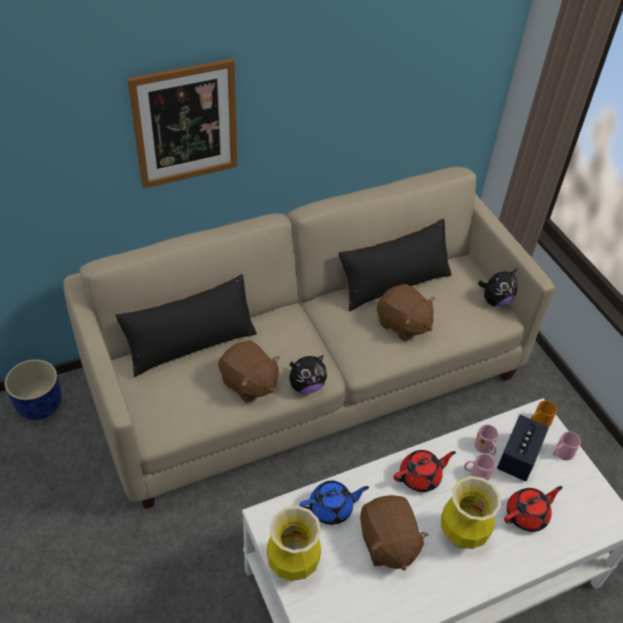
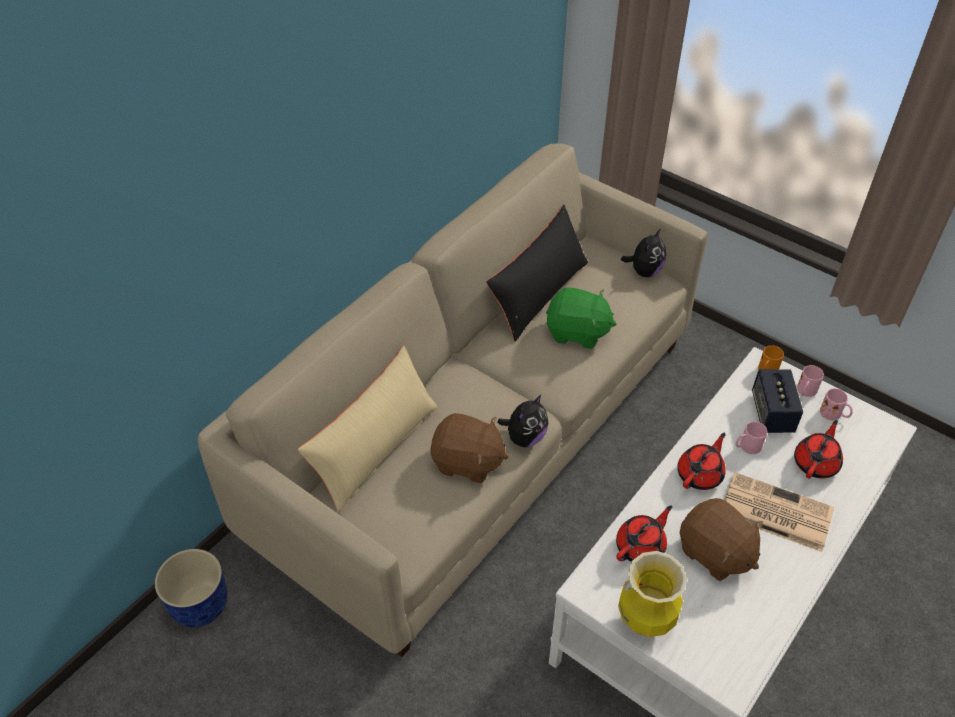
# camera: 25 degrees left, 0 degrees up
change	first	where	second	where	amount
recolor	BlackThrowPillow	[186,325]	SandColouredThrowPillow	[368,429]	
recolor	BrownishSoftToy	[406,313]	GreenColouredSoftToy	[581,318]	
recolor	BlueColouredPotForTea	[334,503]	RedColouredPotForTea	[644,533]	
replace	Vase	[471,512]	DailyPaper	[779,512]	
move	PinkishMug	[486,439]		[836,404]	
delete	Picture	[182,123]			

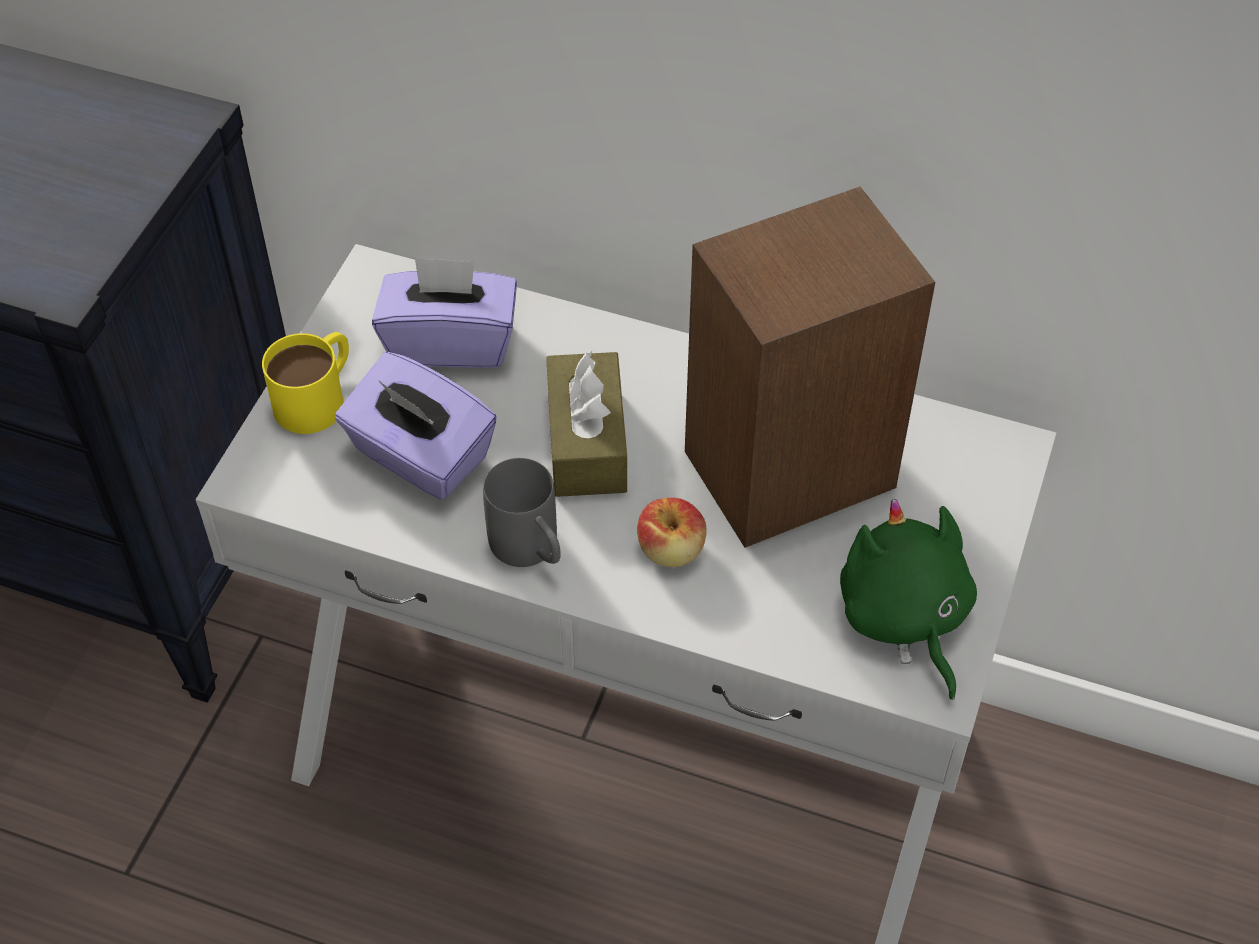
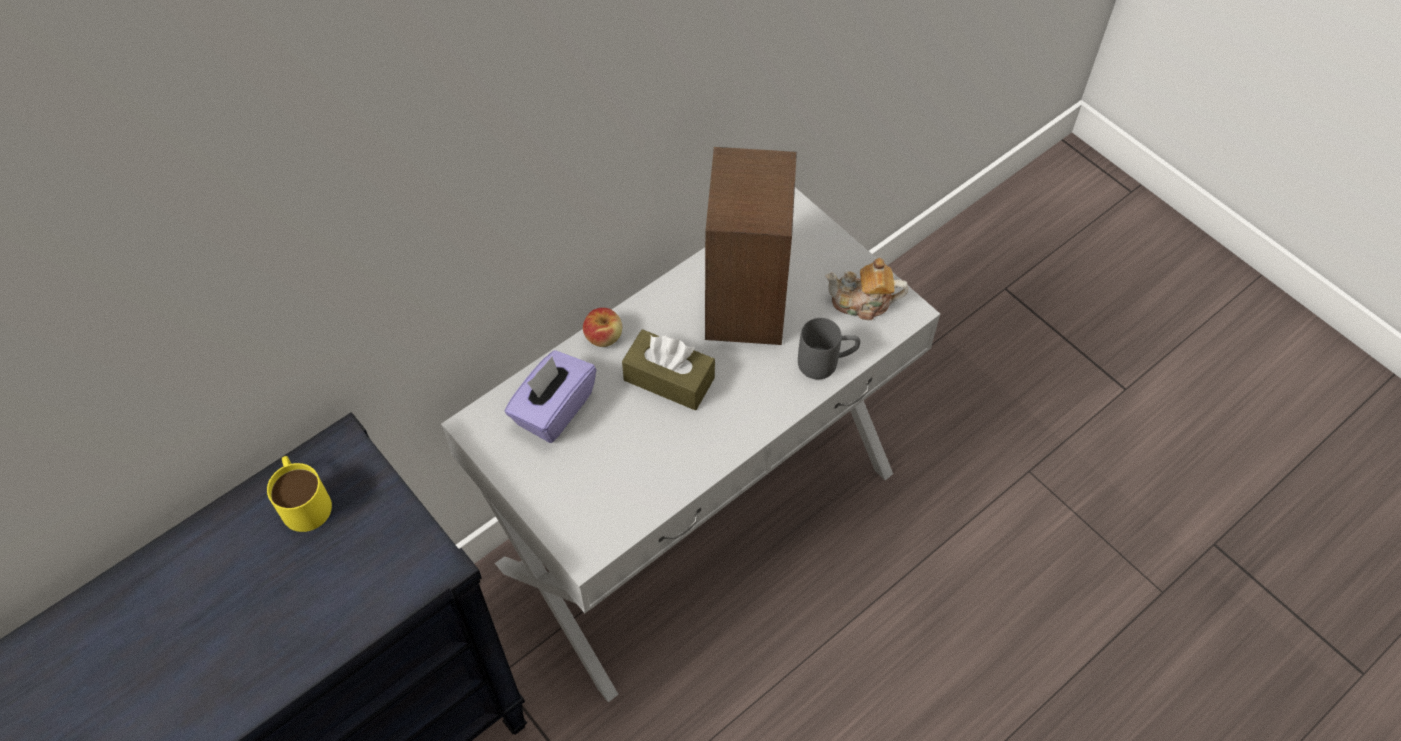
# camera: 60 degrees left, 5 degrees up
change	first	where	second	where	amount
move	YellowMug	[305,383]		[299,494]	
move	WholeApple	[671,532]		[602,327]	
move	GrayMug	[522,512]		[829,348]	
replace	GreenColouredSoftToy	[908,599]	PotForTea	[866,289]	
delete	PurplishTissueHolder	[416,426]			

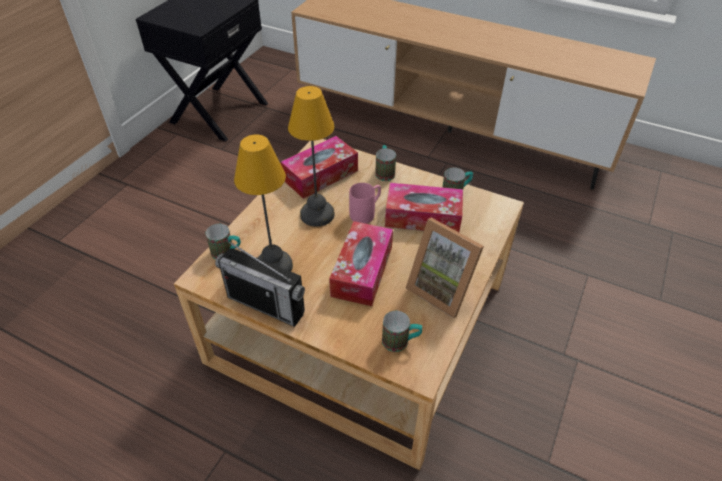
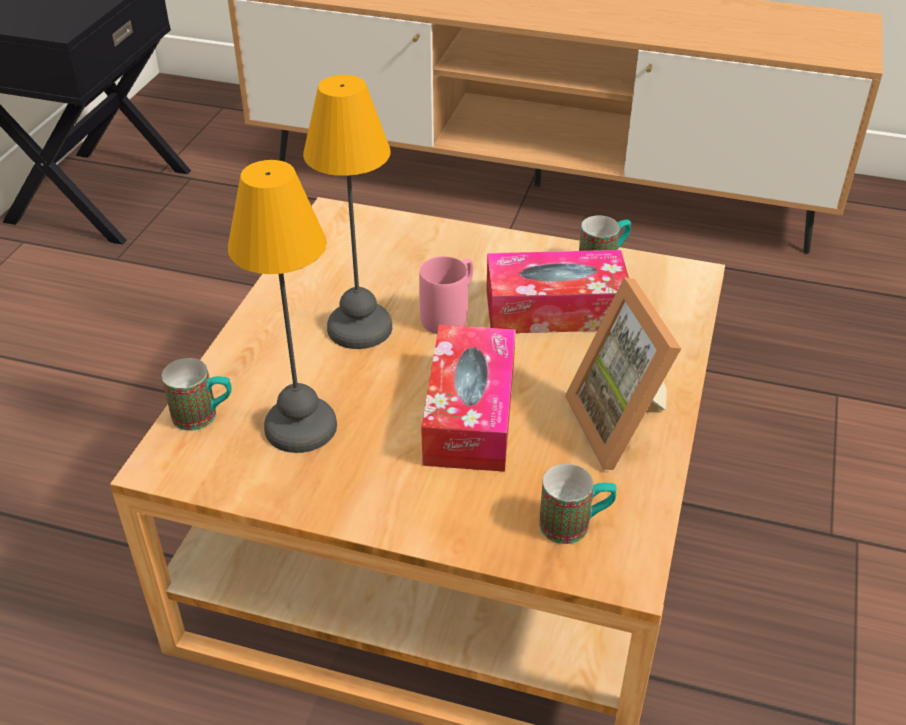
# camera: 10 degrees left, 5 degrees down
change	first	where	second	where	amount
rotate	PictureFrame	[445,268]		[623,373]	45 degrees clockwise
delete	RadioSet	[260,283]			
delete	TissueHolder	[319,167]			
delete	Mug	[385,163]			

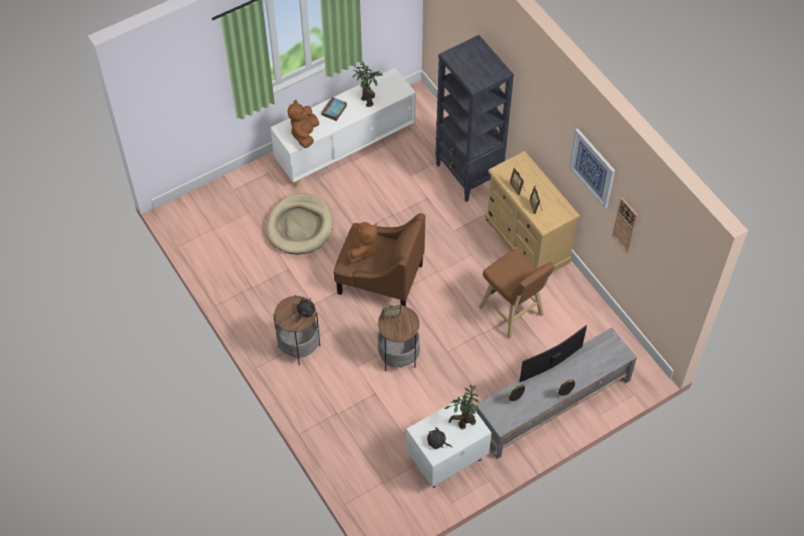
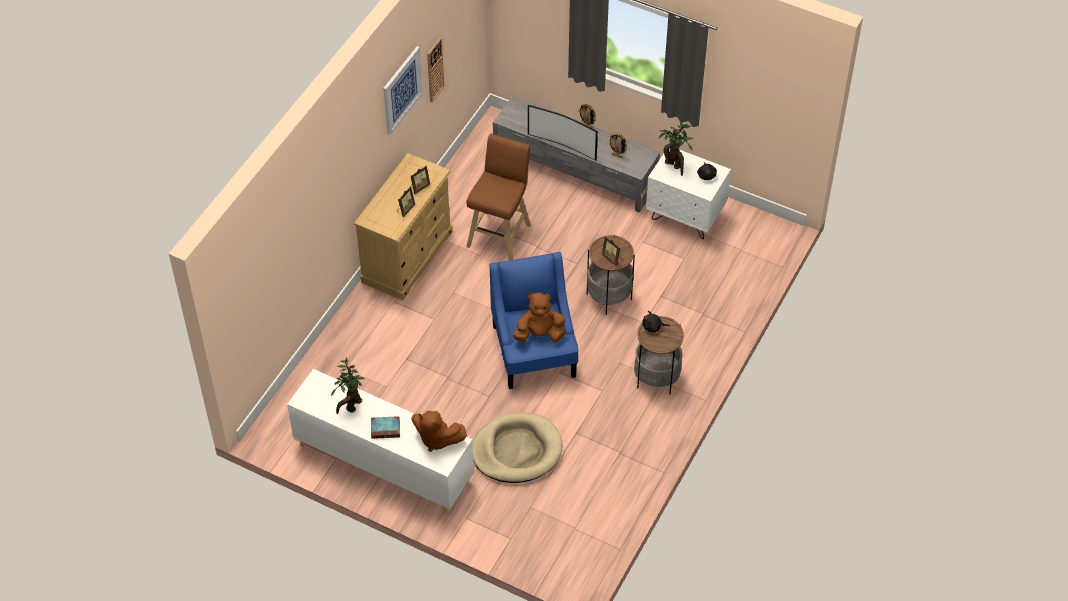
# camera: 120 degrees left, 5 degrees down
change	first	where	second	where	amount
rotate	BrownishSoftToy	[303,124]		[439,431]	45 degrees clockwise
recolor	BrownishLoungeChair	[379,259]	BlueColouredLoungeChair	[533,320]	
delete	BlackBookshelf	[474,118]			

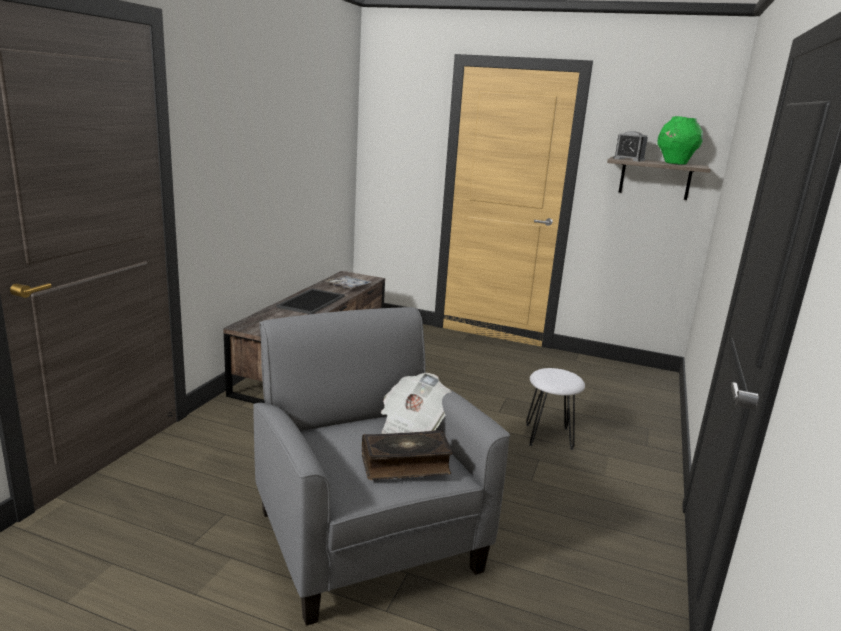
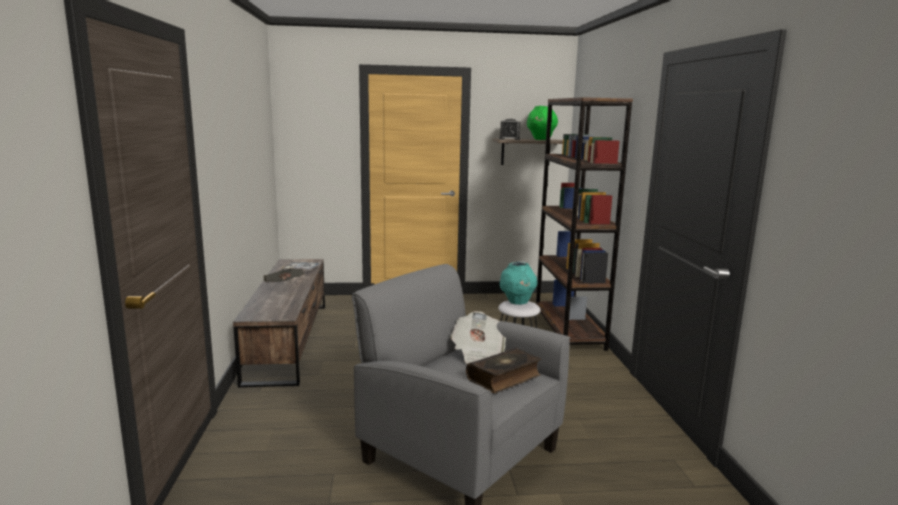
# camera: 25 degrees left, 5 degrees down
change	first	where	second	where	amount
replace	Tray	[310,301]	DailyPaper	[284,275]	
insert			TurquoiseColouredVase	[519,283]	
insert			BrownishBookshelf	[584,224]	

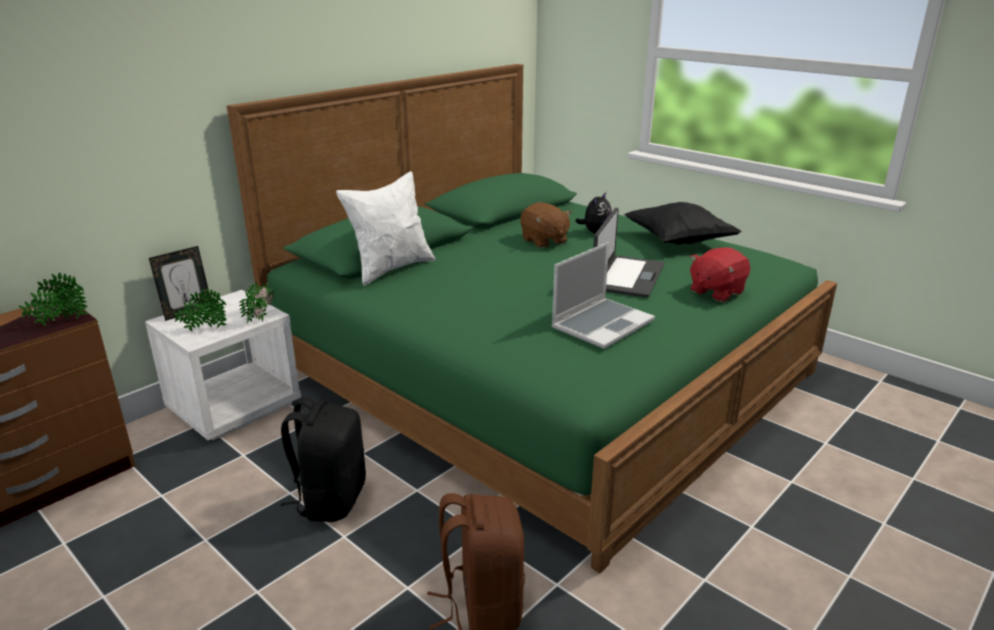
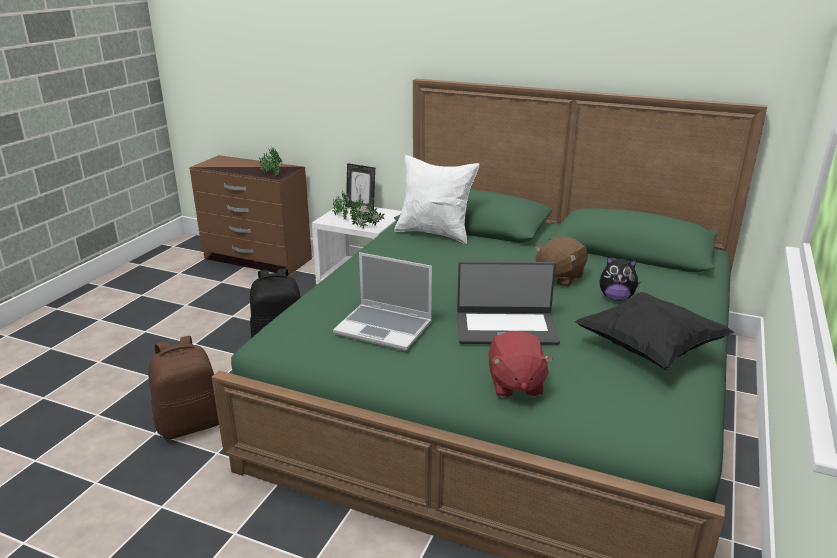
# camera: 70 degrees right, 0 degrees up
change	first	where	second	where	amount
rotate	RedColouredSoftToy	[720,274]		[521,364]	120 degrees counterclockwise

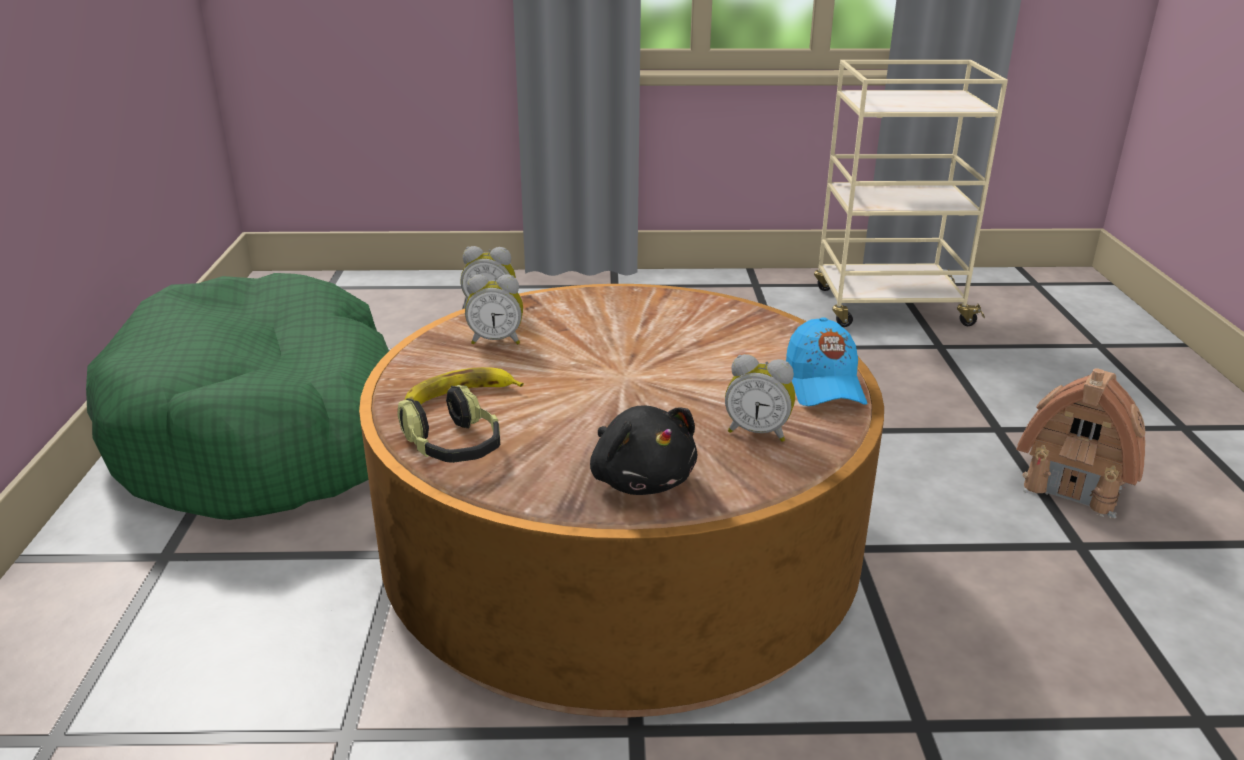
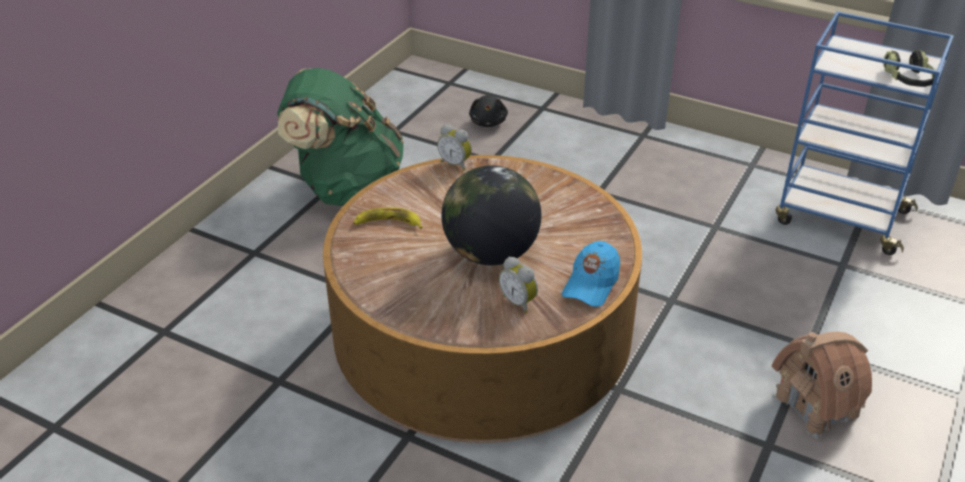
# camera: 30 degrees right, 10 degrees up
change	first	where	second	where	amount
replace	GreenColouredPetBed	[237,396]	GreenColouredKnapsack	[340,137]	
insert			DeskGlobe	[491,215]	
move	BlackSoftToy	[643,450]		[488,111]	
recolor	SandColouredWheeledCart	[911,193]	BlueColouredWheeledCart	[865,133]	
move	PairOfHeadphones	[448,424]		[909,68]	
delete	BedsideClock	[494,309]			

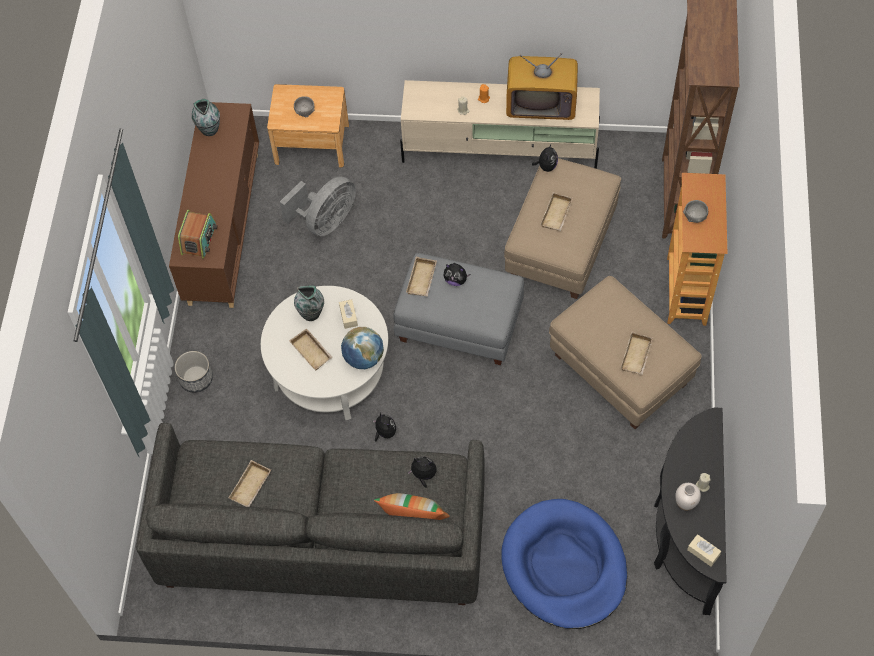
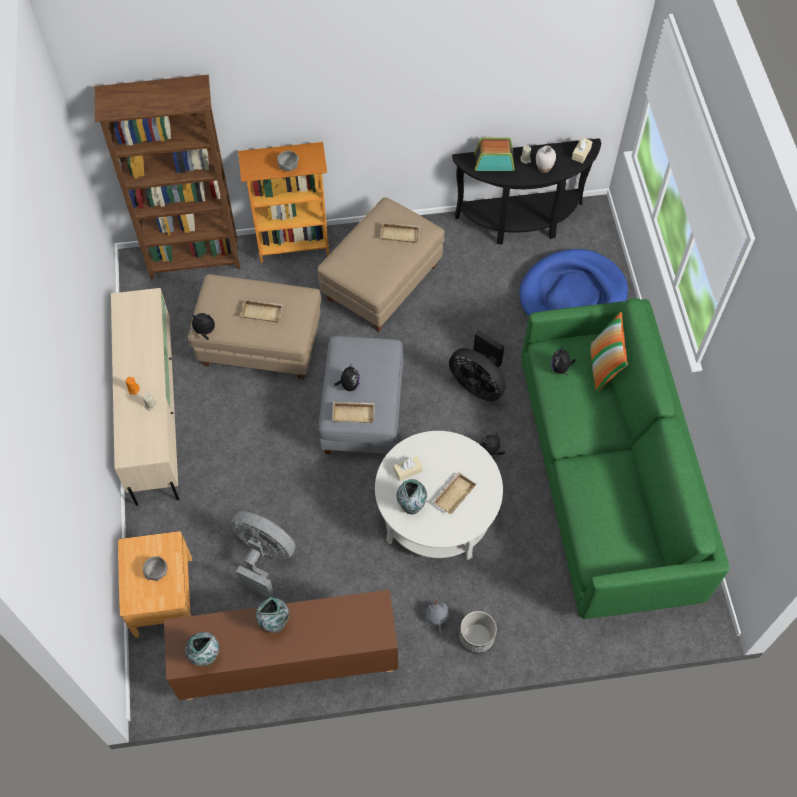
# camera: 105 degrees left, 0 degrees up
change	first	where	second	where	amount
insert			Vase	[272,615]	
insert			GraySoftToy	[437,618]	
insert			BlackCoolingFan	[477,365]	
move	RadioSet	[198,234]		[494,154]	
recolor	GraySofa	[310,514]	GreenColouredSofa	[625,458]	
delete	SandColouredTray	[249,483]			
delete	DeskGlobe	[362,348]			
delete	Tv	[542,86]			

